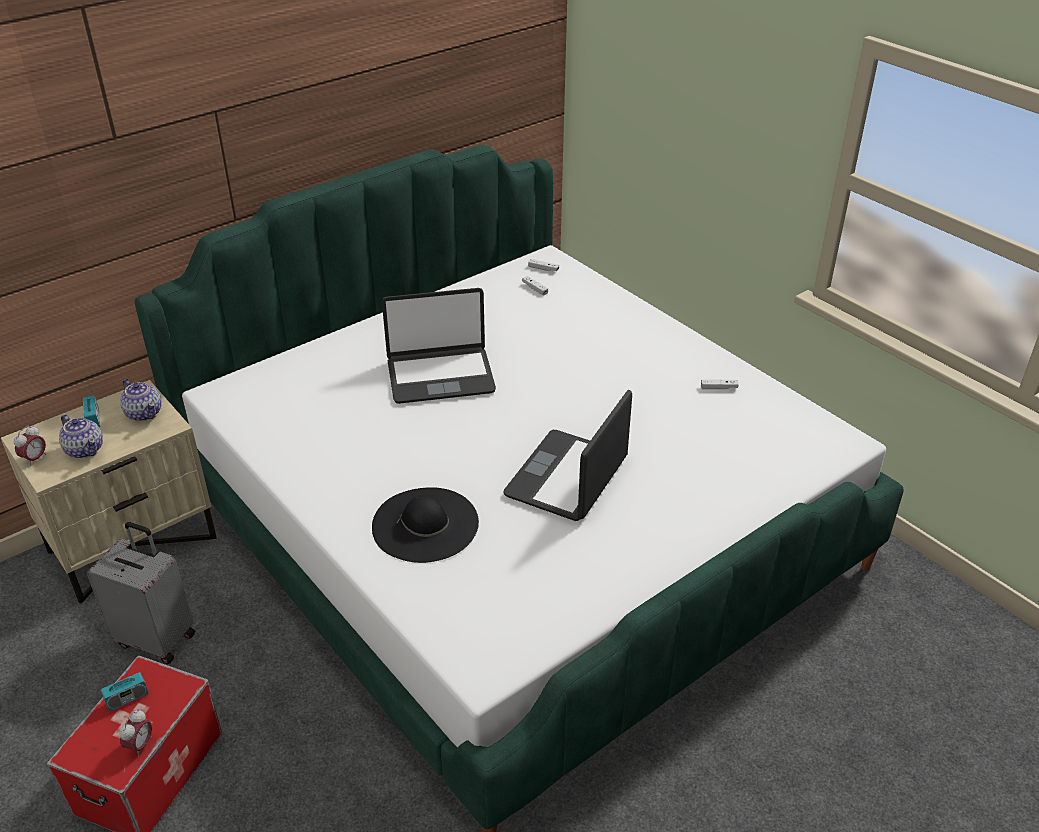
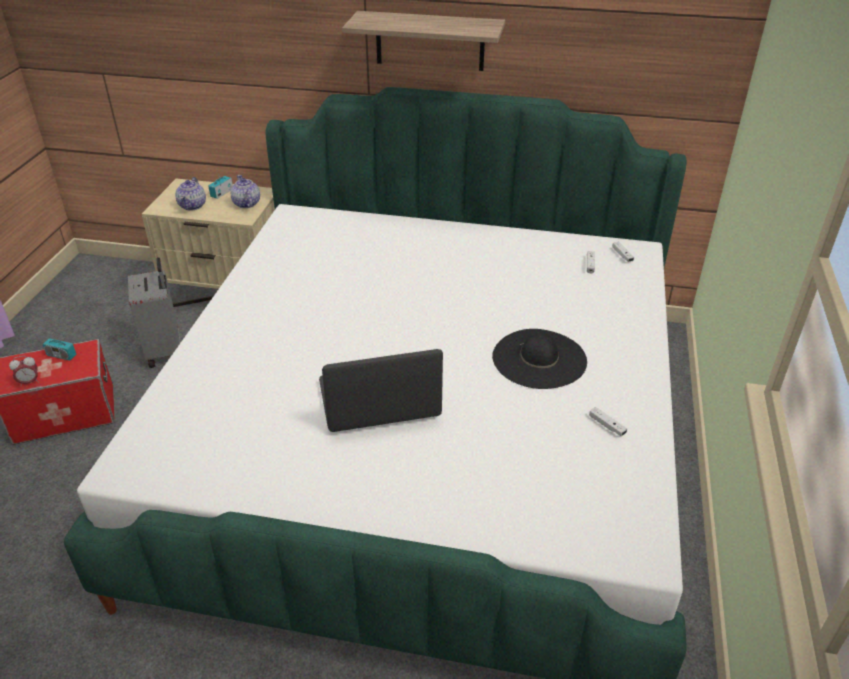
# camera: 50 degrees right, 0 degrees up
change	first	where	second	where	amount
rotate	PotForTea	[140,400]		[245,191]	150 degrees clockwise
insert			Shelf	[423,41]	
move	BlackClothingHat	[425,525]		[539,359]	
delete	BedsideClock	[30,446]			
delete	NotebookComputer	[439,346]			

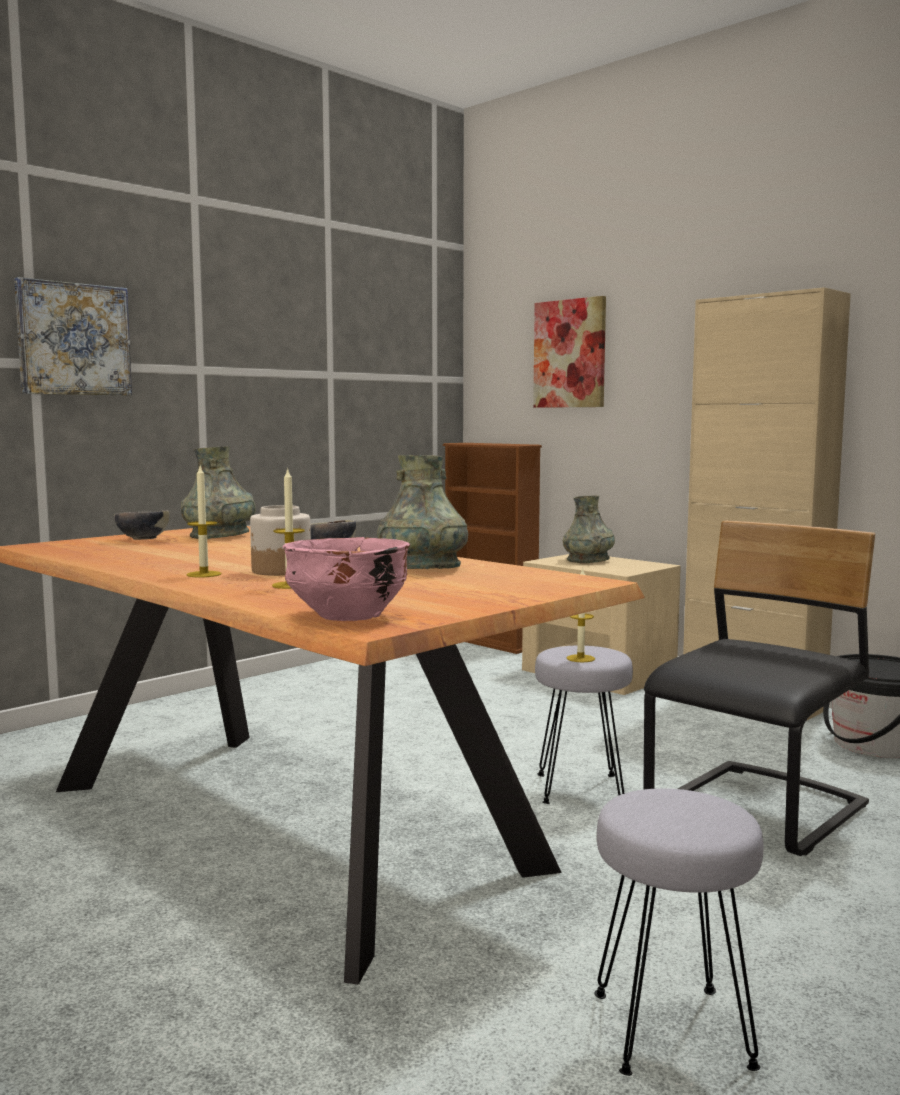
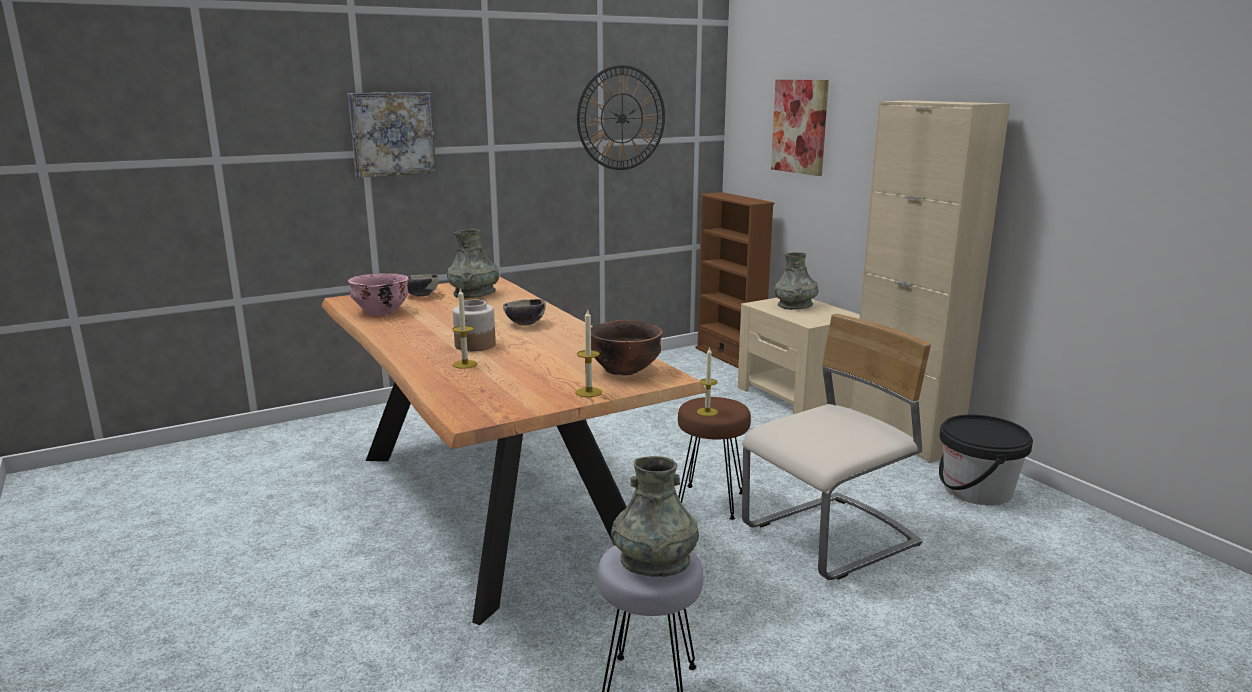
# camera: 15 degrees right, 10 degrees up
change	first	where	second	where	amount
move	PinkishServingBowl	[346,579]		[378,294]	
move	Candle	[204,522]		[588,353]	
insert			WallClock	[621,117]	
insert			BrownishServingBowl	[627,347]	
move	GrayVase	[422,512]		[655,516]	
recolor	GrayStoolSeat	[584,725]	BrownishStoolSeat	[714,458]	
recolor	BlackChair	[759,688]	SandColouredChair	[836,447]	

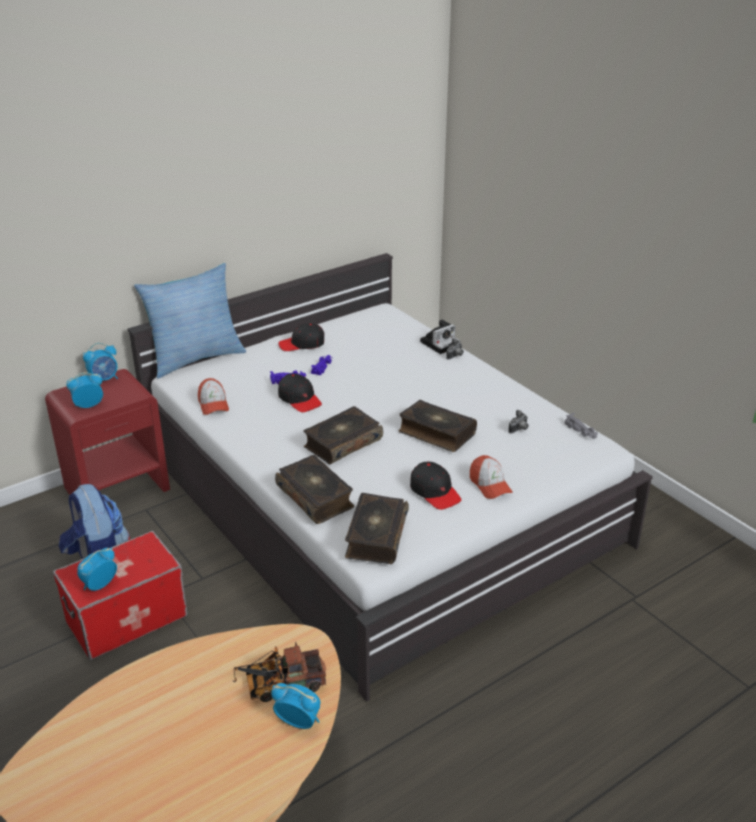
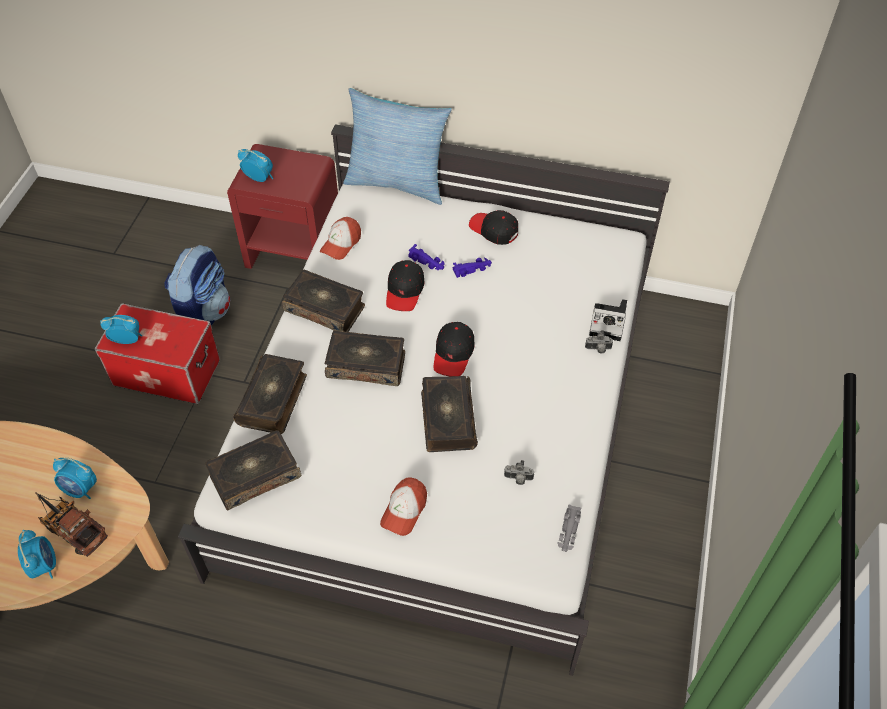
# camera: 50 degrees right, 20 degrees up
change	first	where	second	where	amount
move	BedsideClock	[100,362]		[75,478]	
insert			BoundBook	[323,301]	
move	BlackBaseballCap	[435,485]		[454,349]	

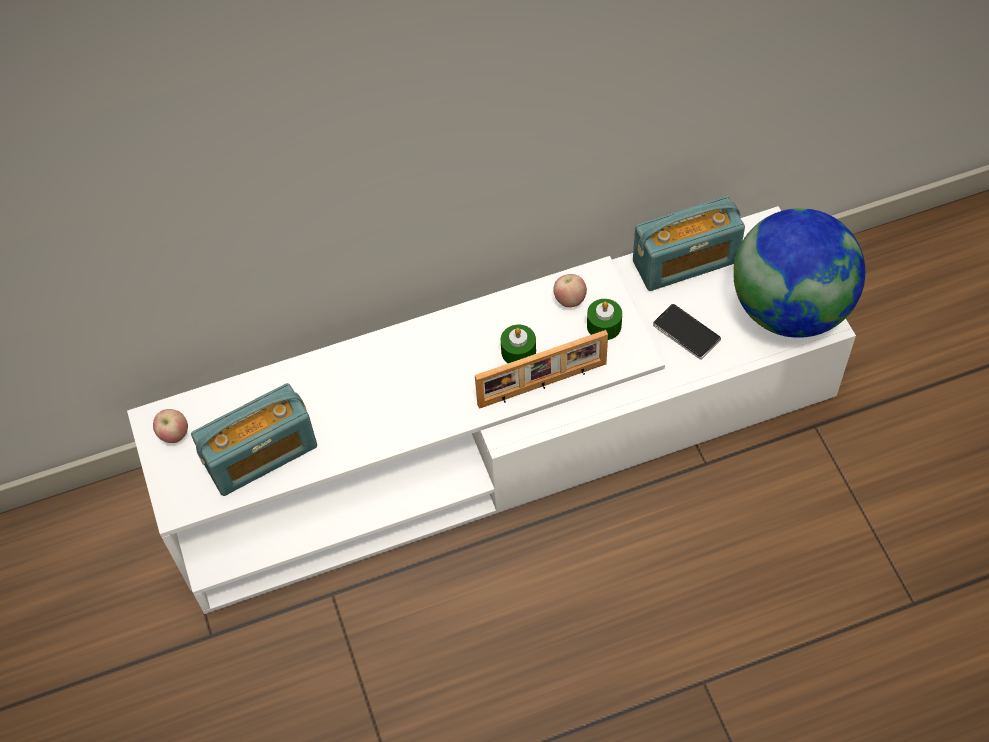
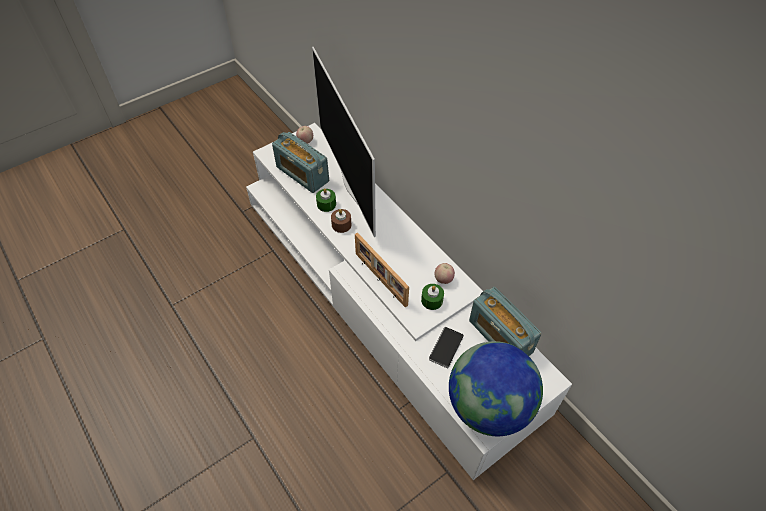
# camera: 70 degrees right, 5 degrees down
change	first	where	second	where	amount
insert			Tv	[344,142]	
move	GreenColouredCandle	[518,344]		[326,200]	
insert			BrownishCandle	[341,221]	

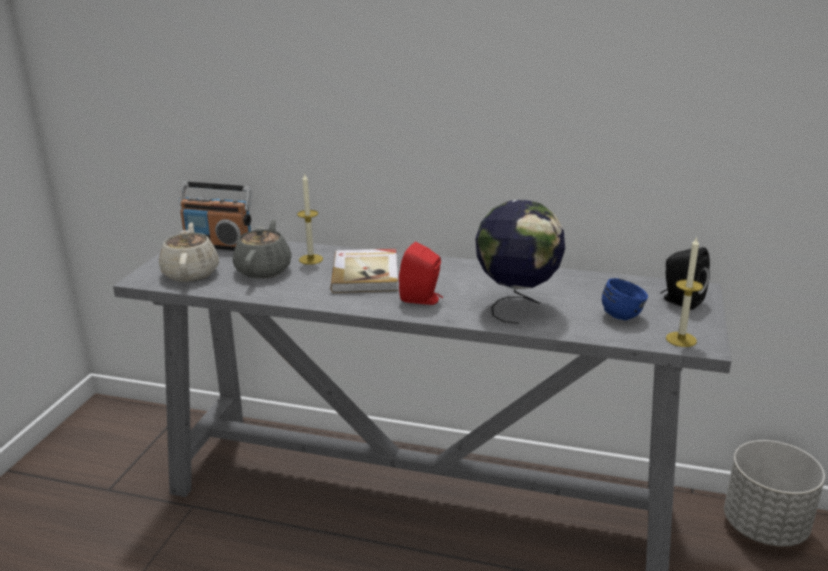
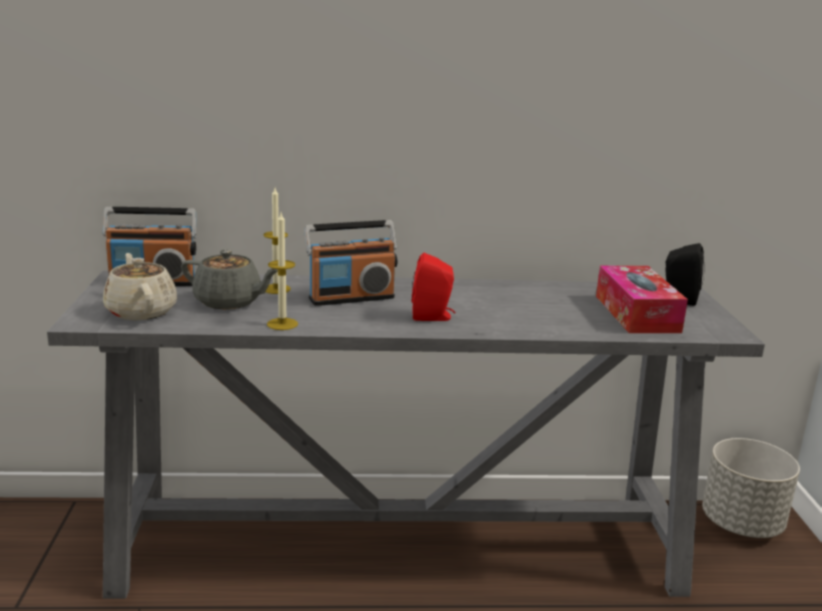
# camera: 20 degrees left, 5 degrees down
change	first	where	second	where	amount
rotate	GrayPotForTea	[262,248]		[229,279]	120 degrees clockwise
move	Candle	[684,291]		[282,271]	
replace	BoundBook	[364,271]	RadioSet	[351,263]	
replace	BlueColouredMug	[625,299]	TissueHolder	[642,299]	
delete	DeskGlobe	[520,262]			

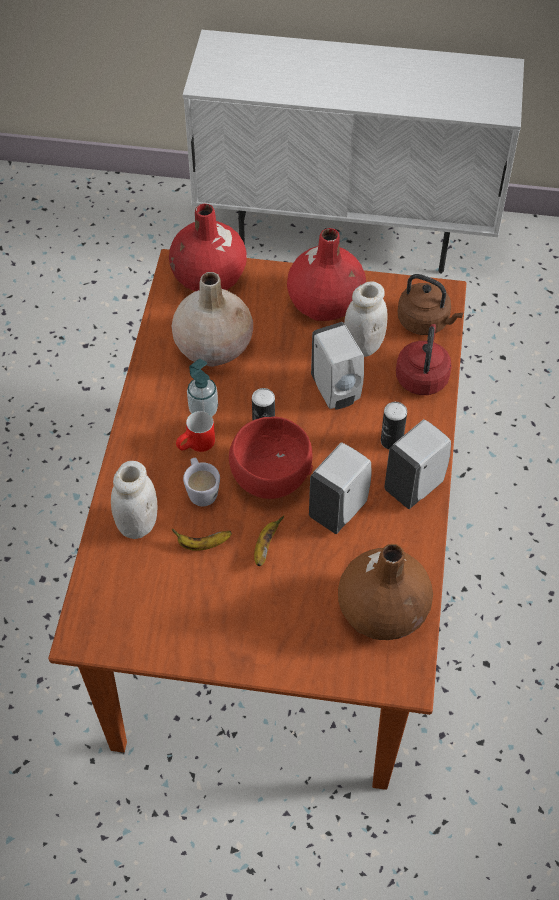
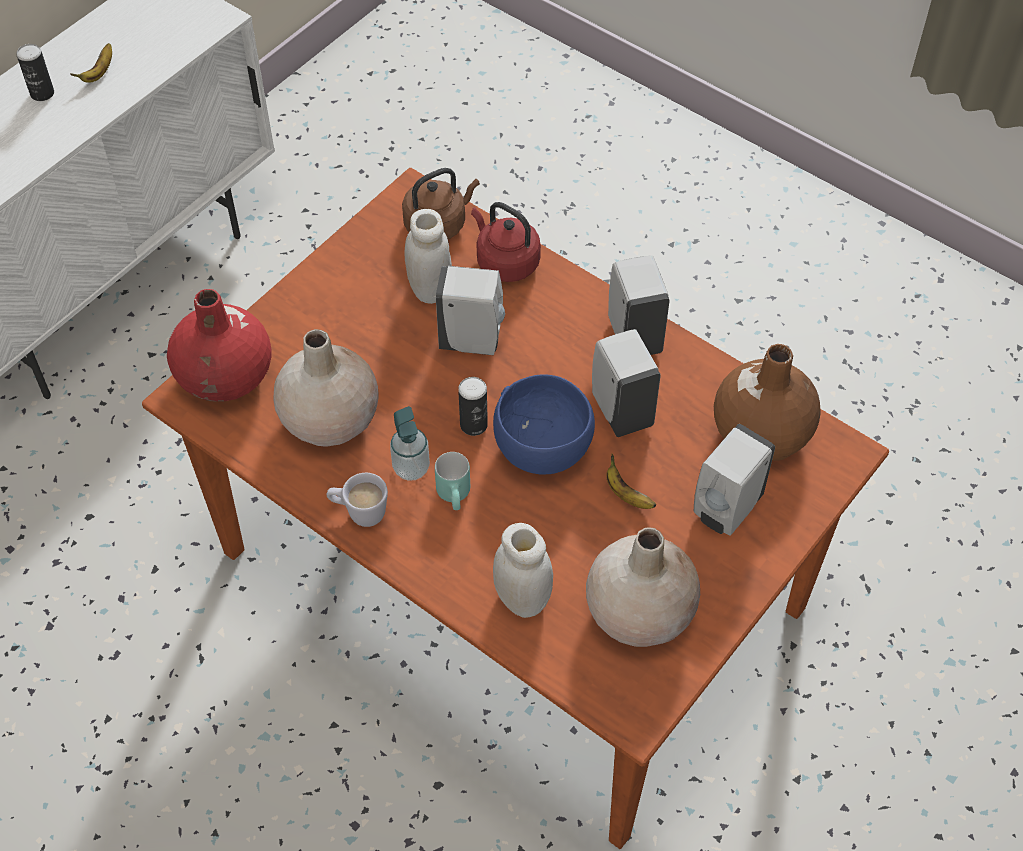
# camera: 60 degrees left, 0 degrees up
change	first	where	second	where	amount
move	MetalCan	[394,425]		[35,72]	
move	BananaFruit	[202,540]		[91,63]	
move	WhitishMug	[201,482]		[357,500]	
recolor	RedColouredMug	[195,431]	TurquoiseColouredMug	[452,481]	
recolor	RedColouredServingBowl	[271,458]	BlueColouredServingBowl	[544,424]	
insert			SandColouredVase	[643,587]	
insert			WhitishSoapBottle	[734,480]	
delete	RedColouredVase	[326,274]			

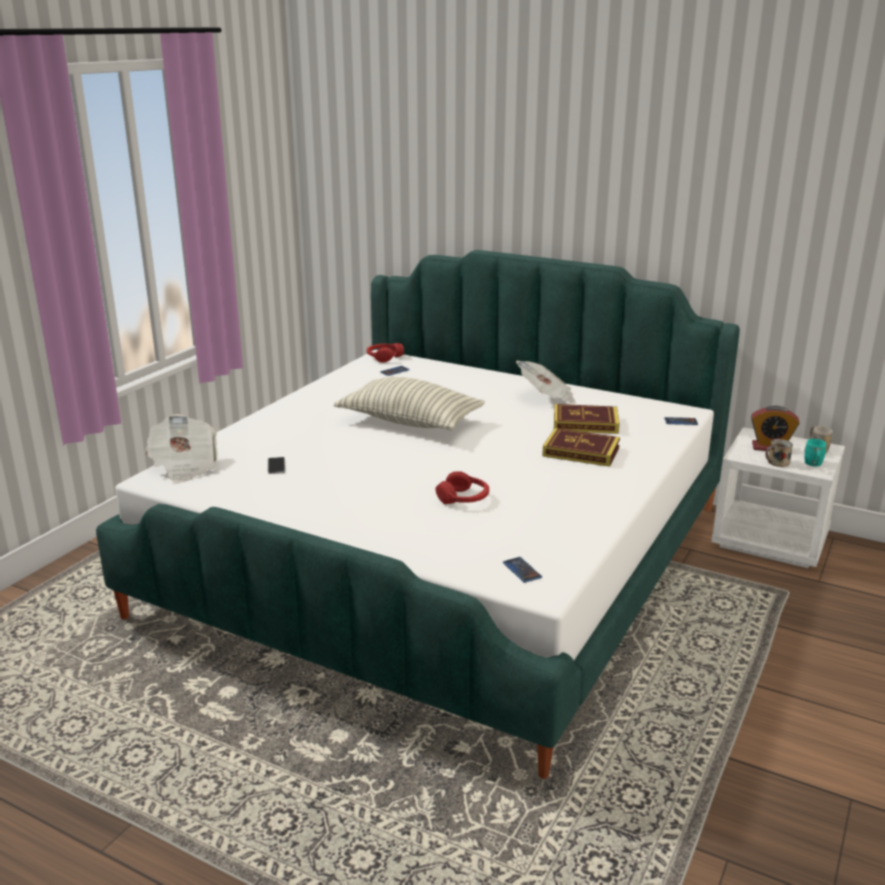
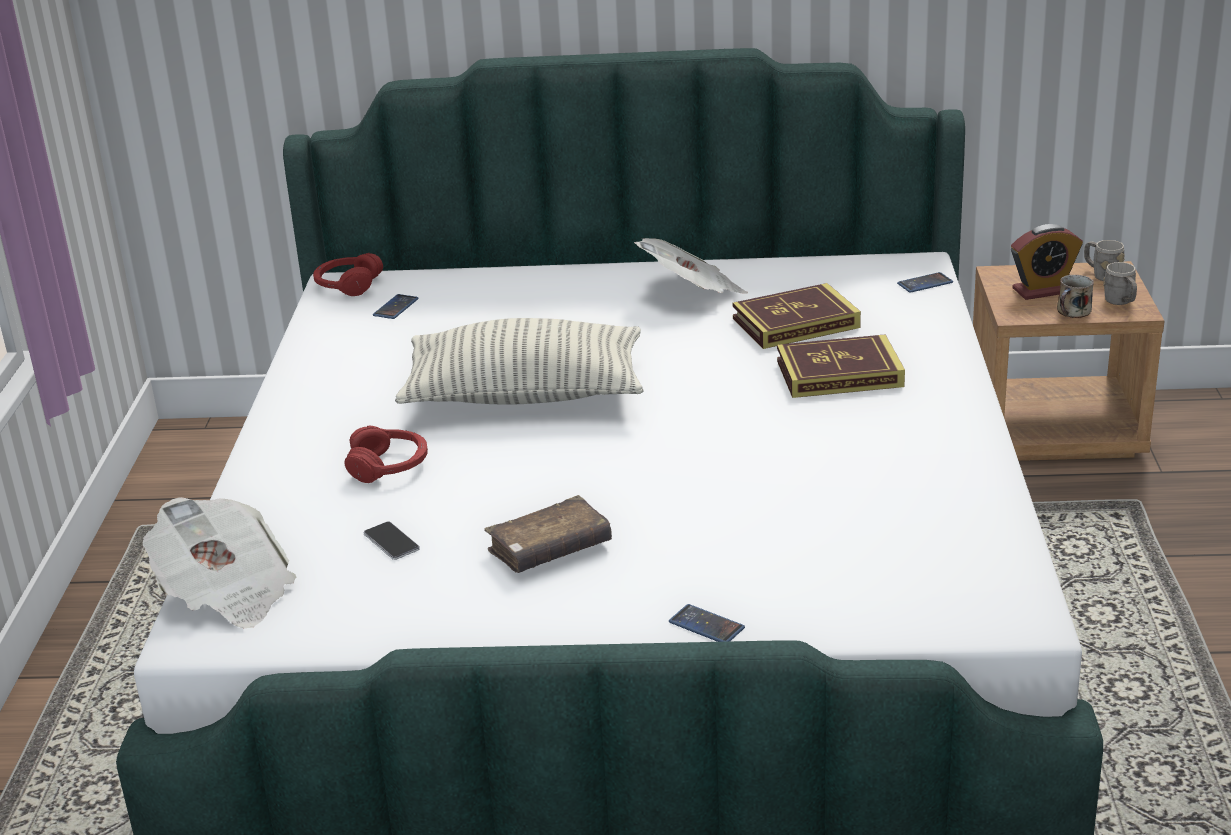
# camera: 25 degrees left, 5 degrees up
change	first	where	second	where	amount
move	RedColouredPairOfHeadphones	[462,487]		[386,454]	
insert			BrownishBoundBook	[548,534]	
move	Phone	[522,570]		[707,623]	
recolor	WhitishBedsideTable	[778,497]	BrownishBedsideTable	[1068,361]	
recolor	TurquoiseColouredMug	[815,453]	GrayMug	[1120,283]	

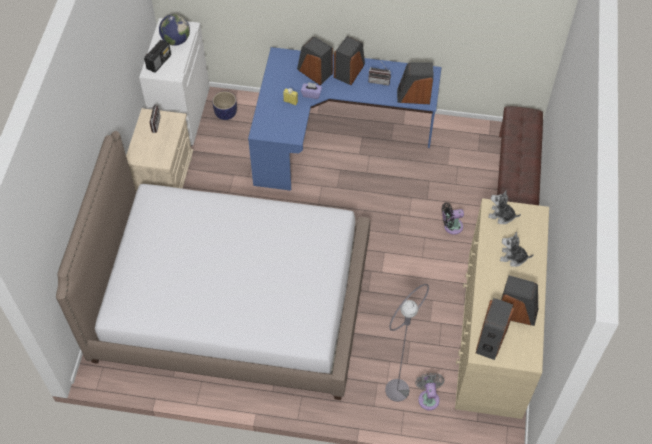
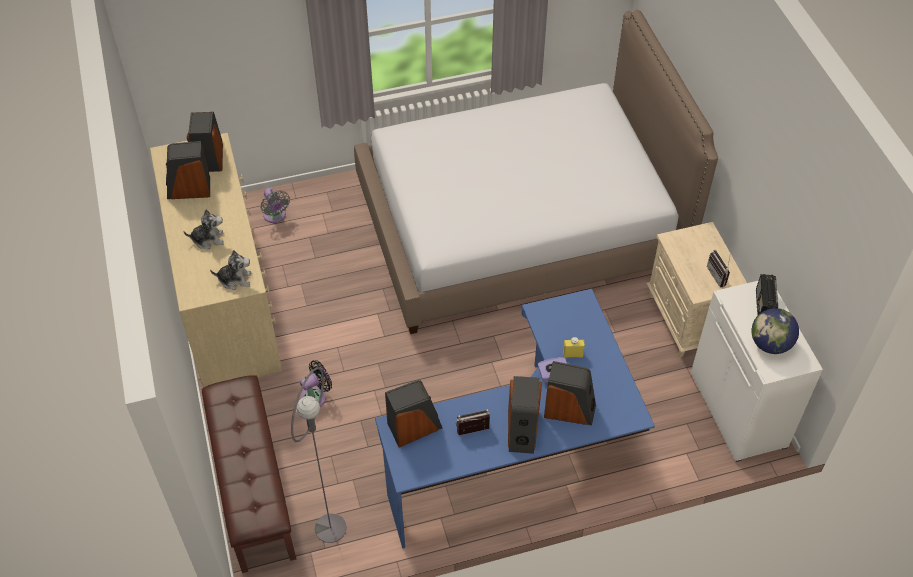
# camera: 155 degrees right, 5 degrees down
change	first	where	second	where	amount
move	GrayStandingLamp	[407,343]		[319,455]	
delete	PlantPot	[224,105]			

